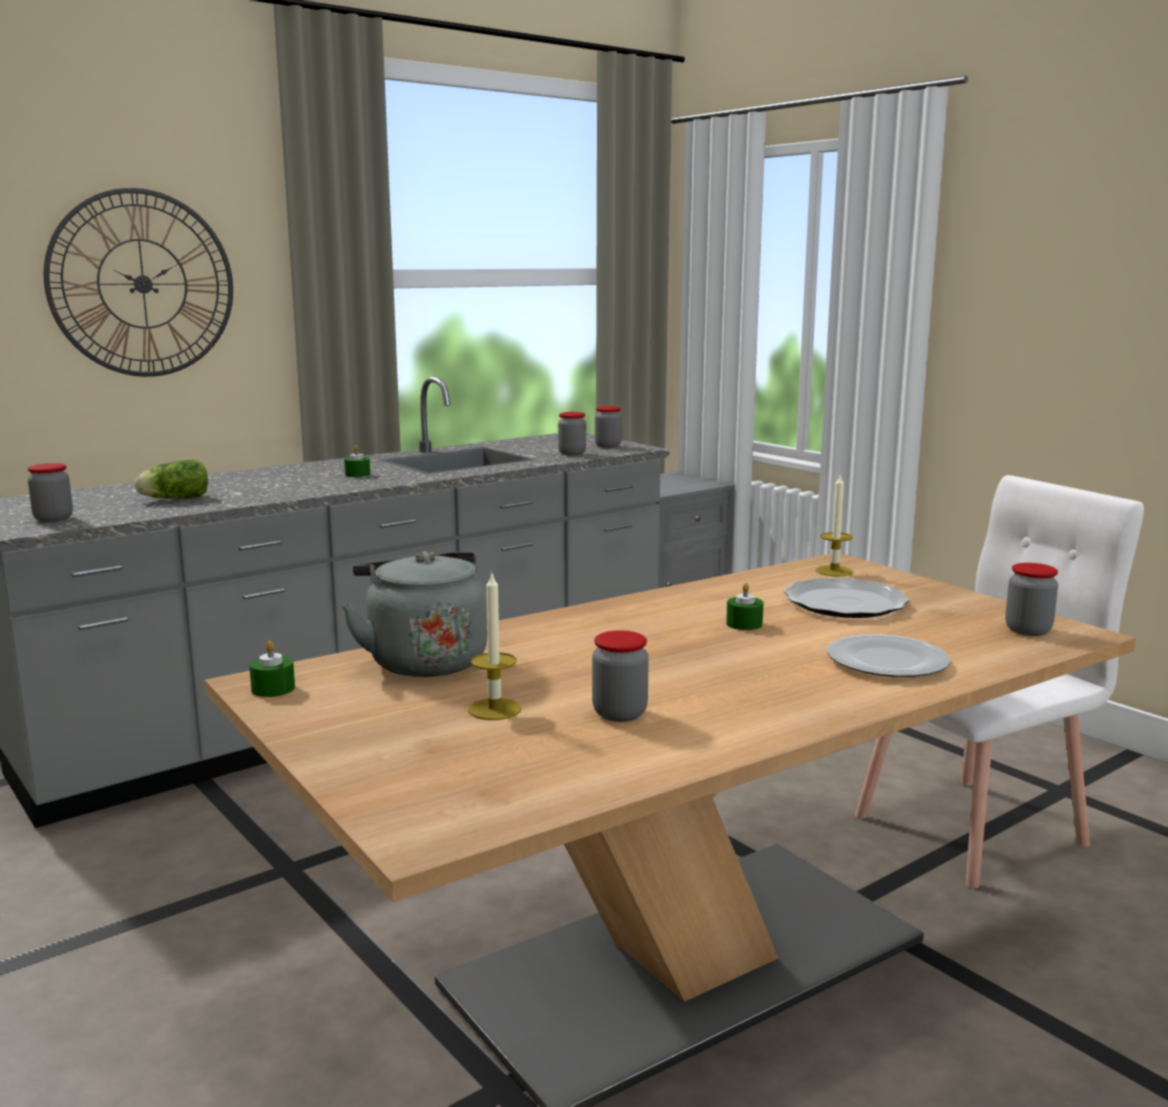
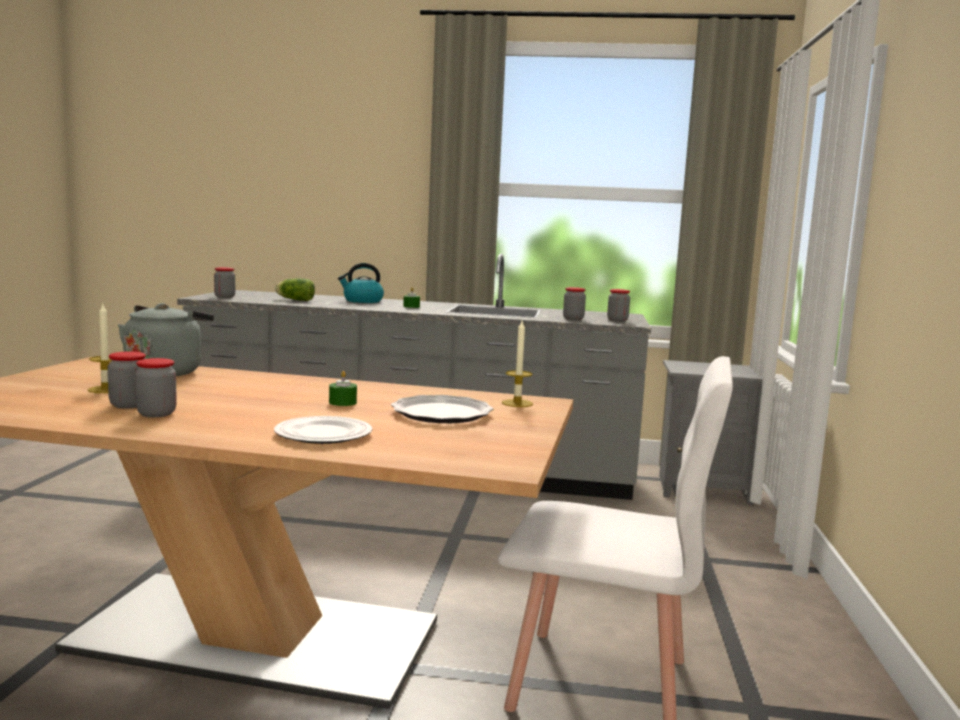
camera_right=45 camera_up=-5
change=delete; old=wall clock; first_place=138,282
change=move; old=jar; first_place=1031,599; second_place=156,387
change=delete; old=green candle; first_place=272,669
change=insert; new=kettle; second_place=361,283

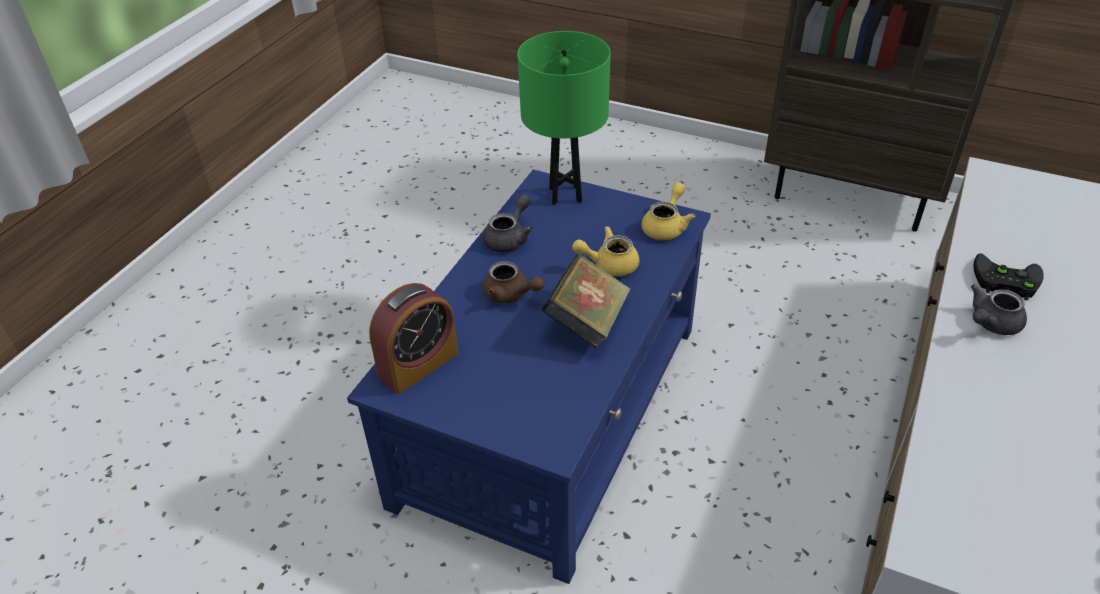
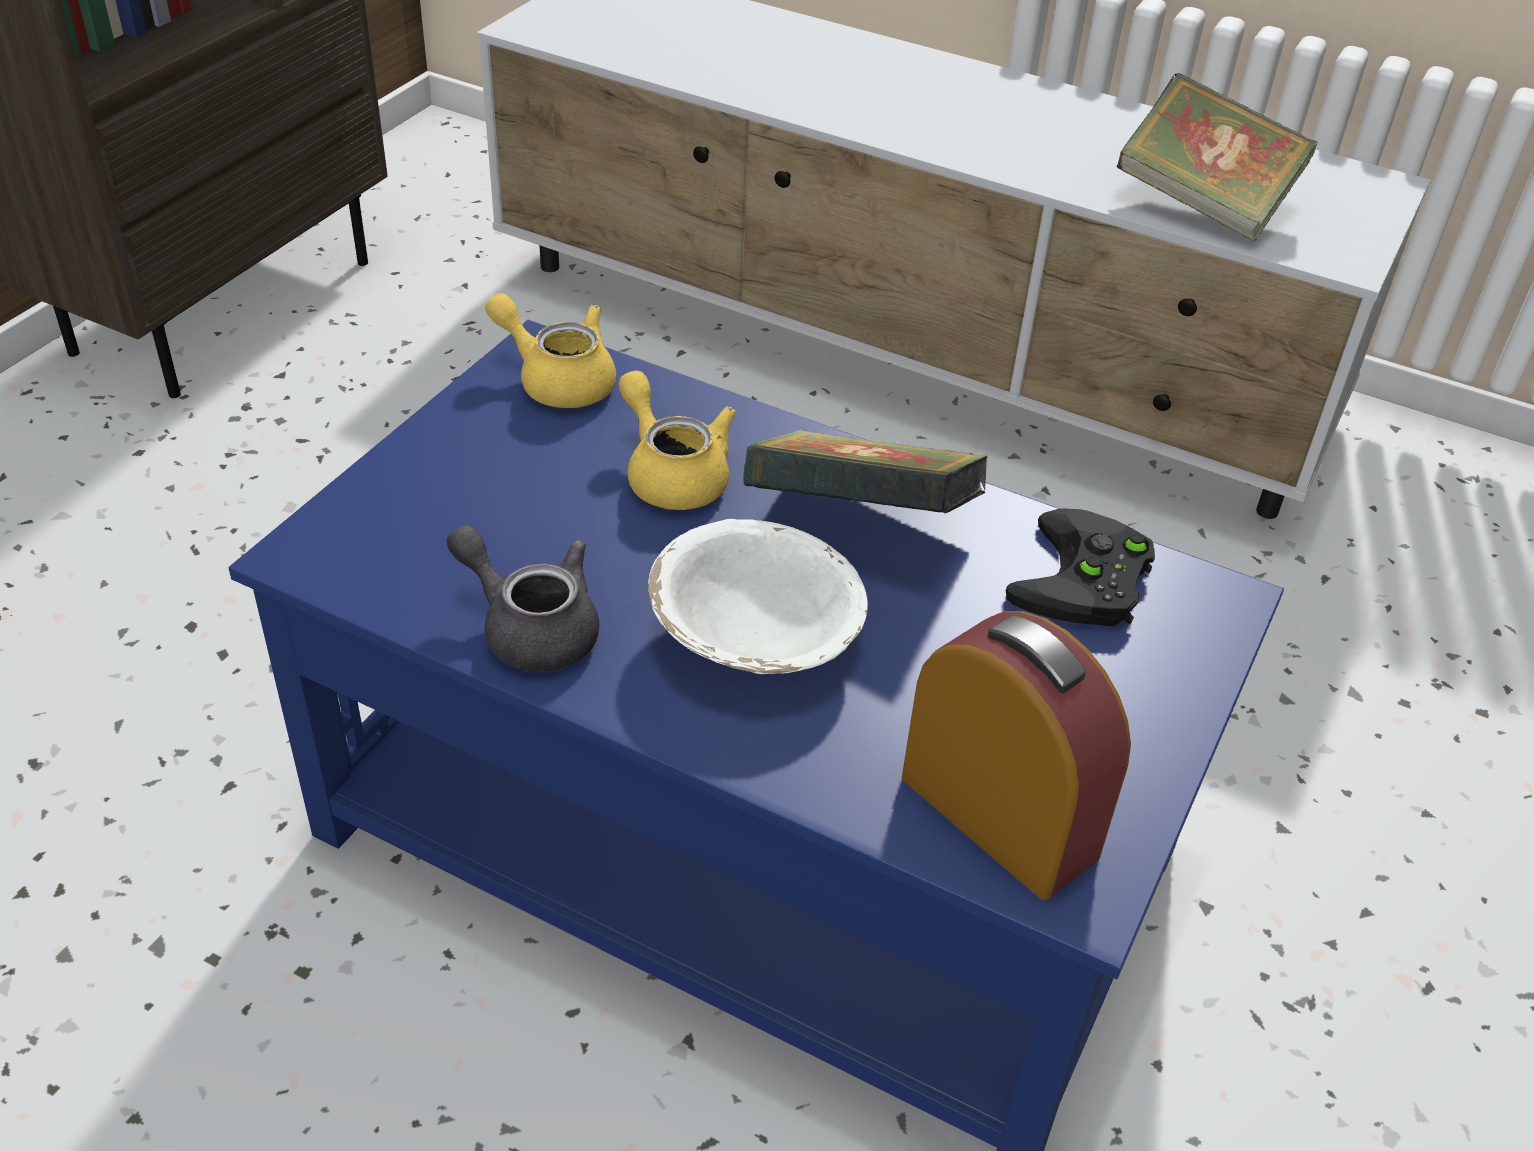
camera_right=-90 camera_up=0
change=delete; old=green table lamp; first_place=564,118
change=rotate; old=yellow teapot; first_place=606,251; second_place=677,440; degrees=150
change=move; old=black game controller; first_place=1008,276; second_place=1080,567
change=replace; old=brown teapot; new=white bowl; first_place=513,282; second_place=758,596
change=delete; old=grey teapot; first_place=999,309
change=insert; new=book; second_place=1217,157

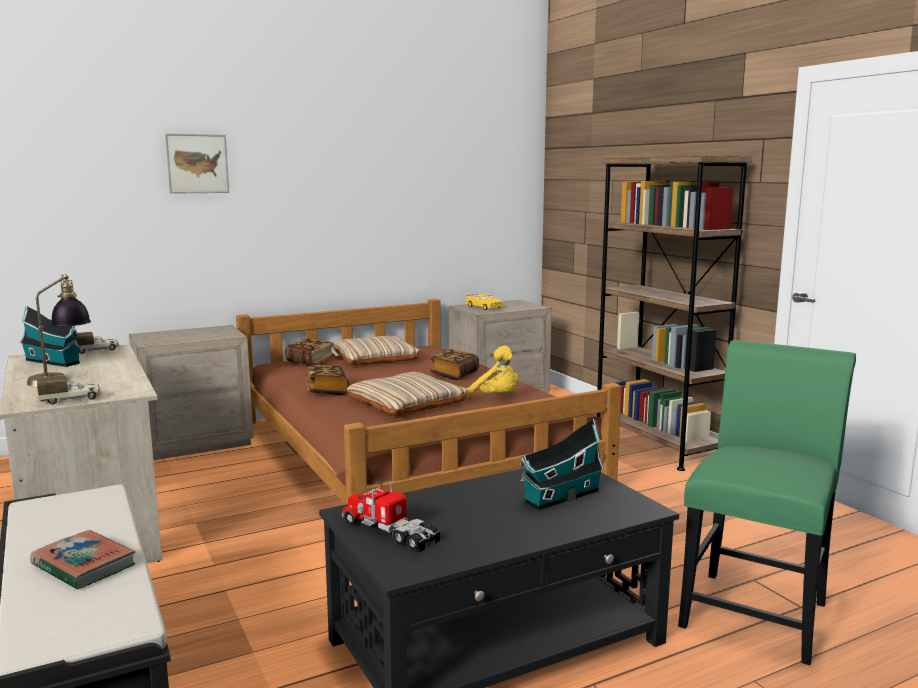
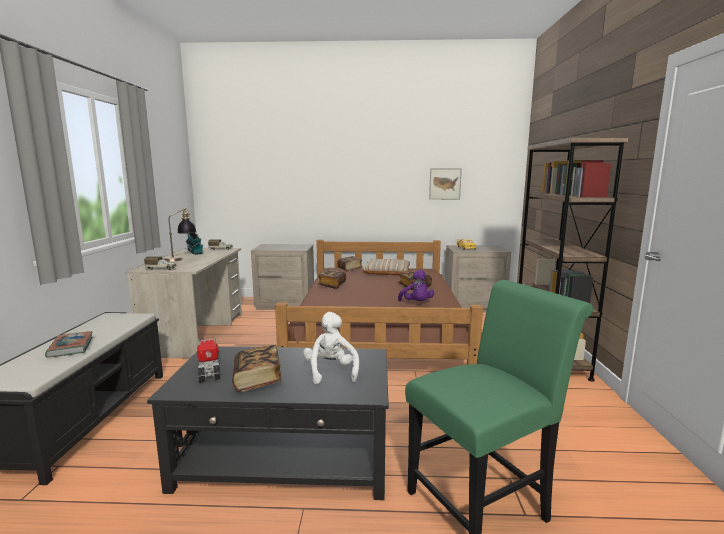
camera_right=30 camera_up=0
change=move; old=picture; first_place=197,163; second_place=445,184
change=recolor; old=yellow plush toy; new=purple plush toy; first_place=492,371; second_place=416,285
change=delete; old=beige pillow; first_place=406,394
change=replace; old=toy house; new=white plush toy; first_place=562,464; second_place=331,348
change=insert; new=book; second_place=257,368

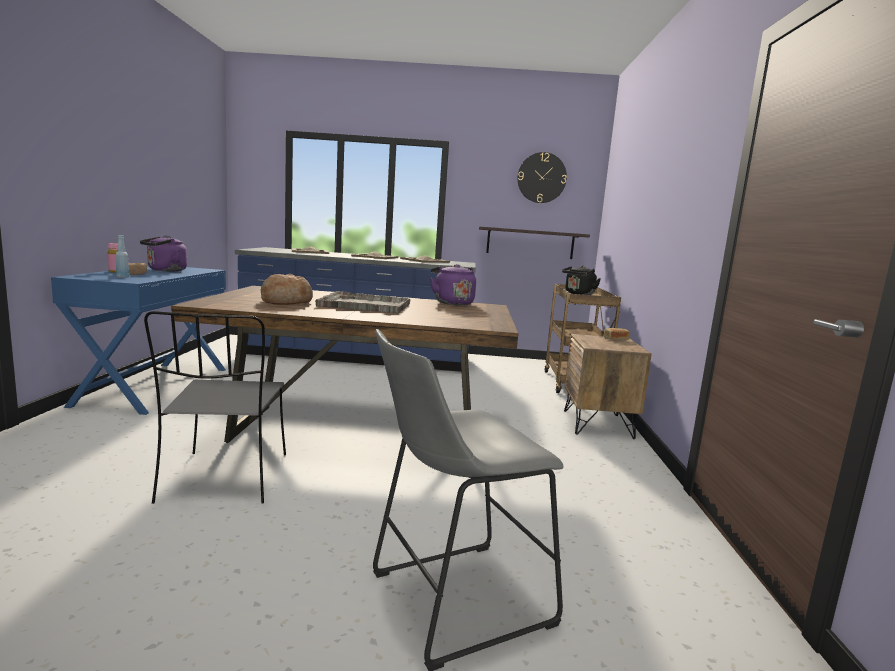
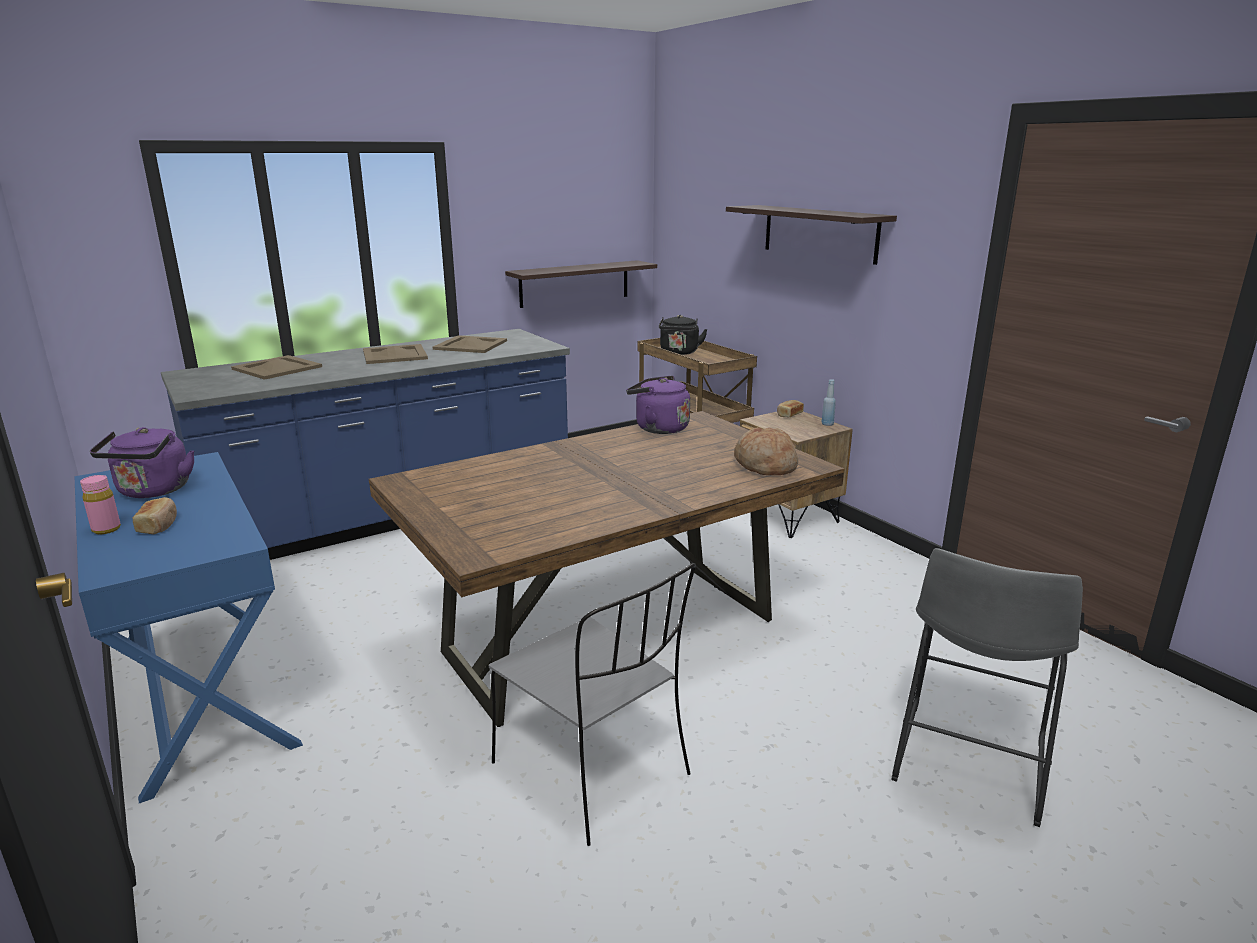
camera_right=-35 camera_up=10
change=delete; old=wall clock; first_place=542,177
change=move; old=blue bottle; first_place=122,256; second_place=829,402
change=move; old=bread; first_place=287,289; second_place=766,451
change=delete; old=grey tray; first_place=362,302
change=insert; new=shelf; second_place=811,235

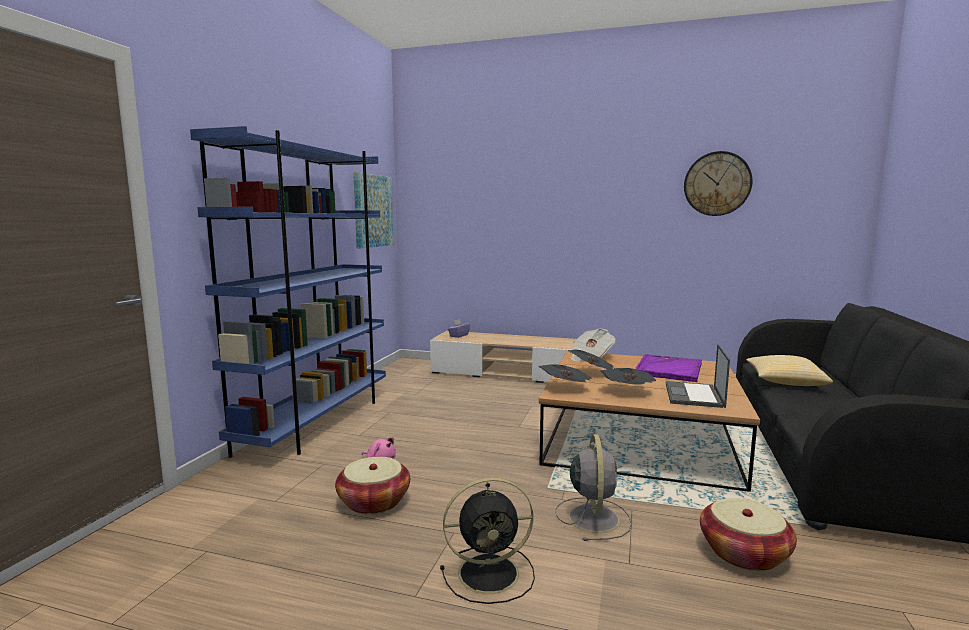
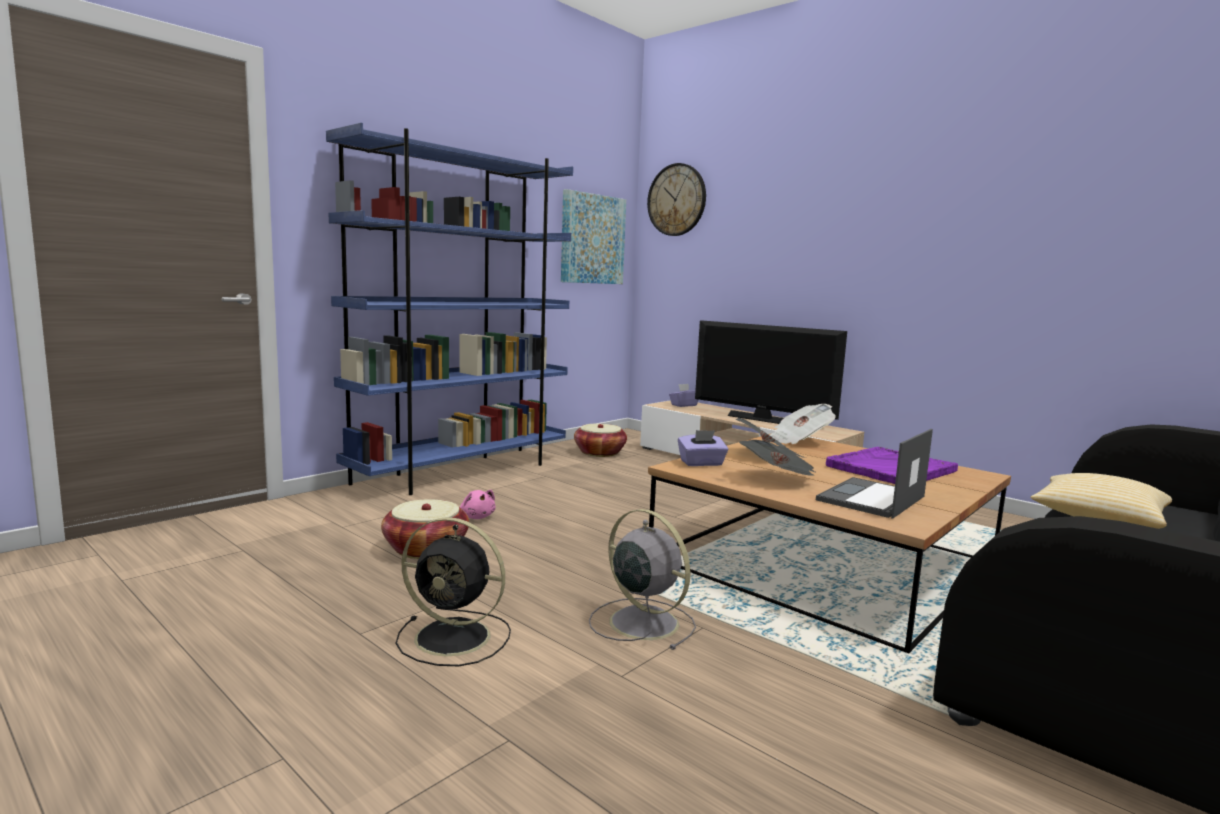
camera_right=25 camera_up=0
change=move; old=wall clock; first_place=718,183; second_place=676,199
change=replace; old=newspaper; new=purple tissue box; first_place=565,373; second_place=703,448
change=rotate; old=grey fan; first_place=593,487; second_place=642,579; degrees=-75
change=move; old=basket; first_place=748,534; second_place=600,440
change=insert; new=television; second_place=771,372

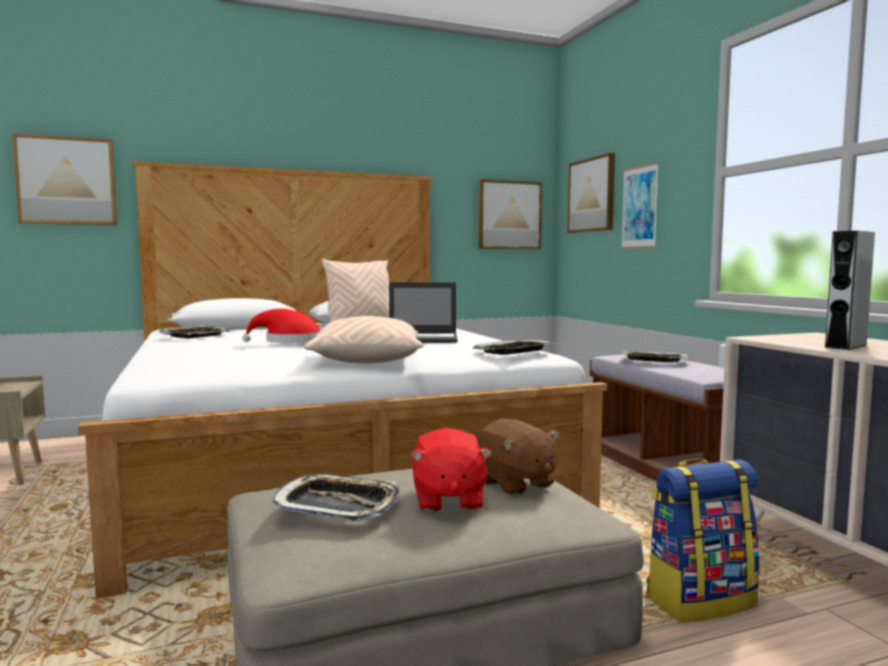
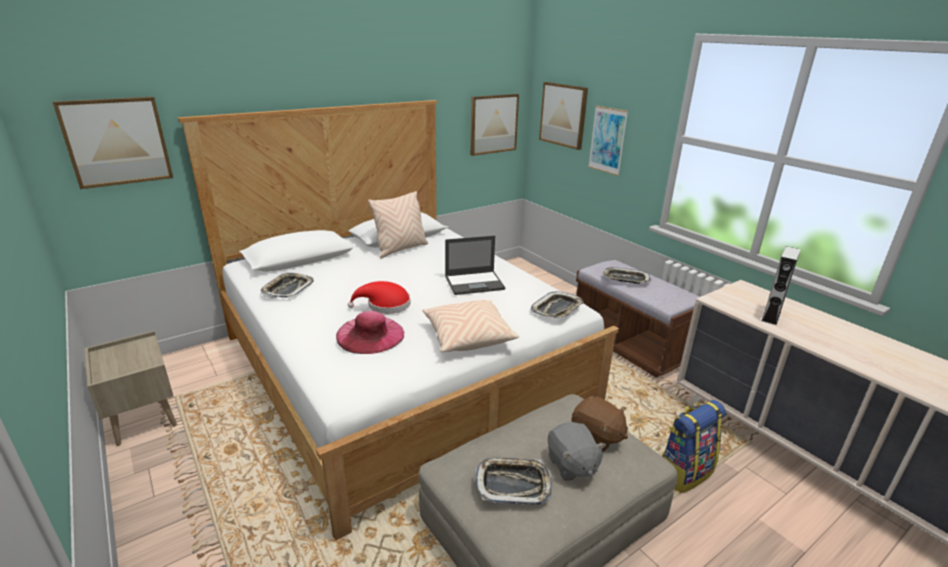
camera_right=-15 camera_up=20
change=recolor; old=red plush toy; new=grey plush toy; first_place=451,470; second_place=577,451
change=insert; new=pink hat; second_place=370,332

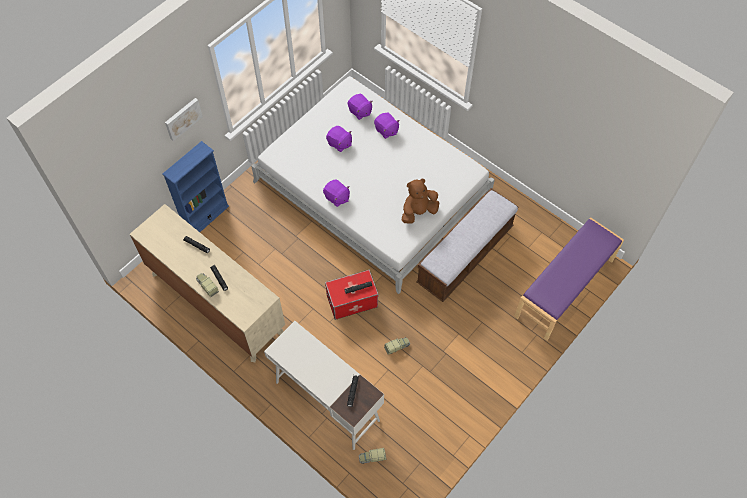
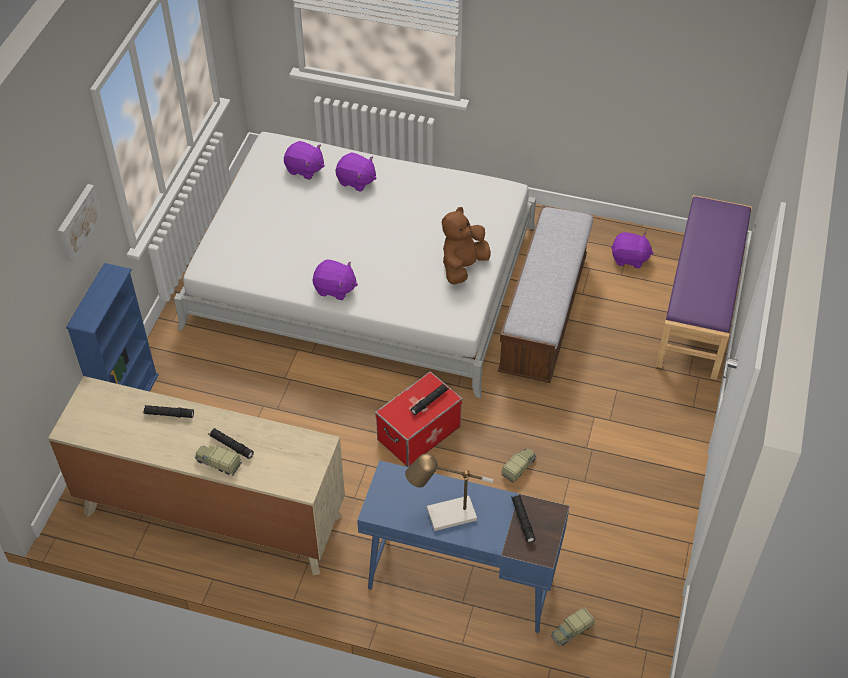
camera_right=-25 camera_up=-10
change=move; old=purple plush toy; first_place=339,139; second_place=632,250
change=recolor; old=white desk; new=blue desk; first_place=324,385; second_place=463,546
change=insert; new=table lamp; second_place=449,492

